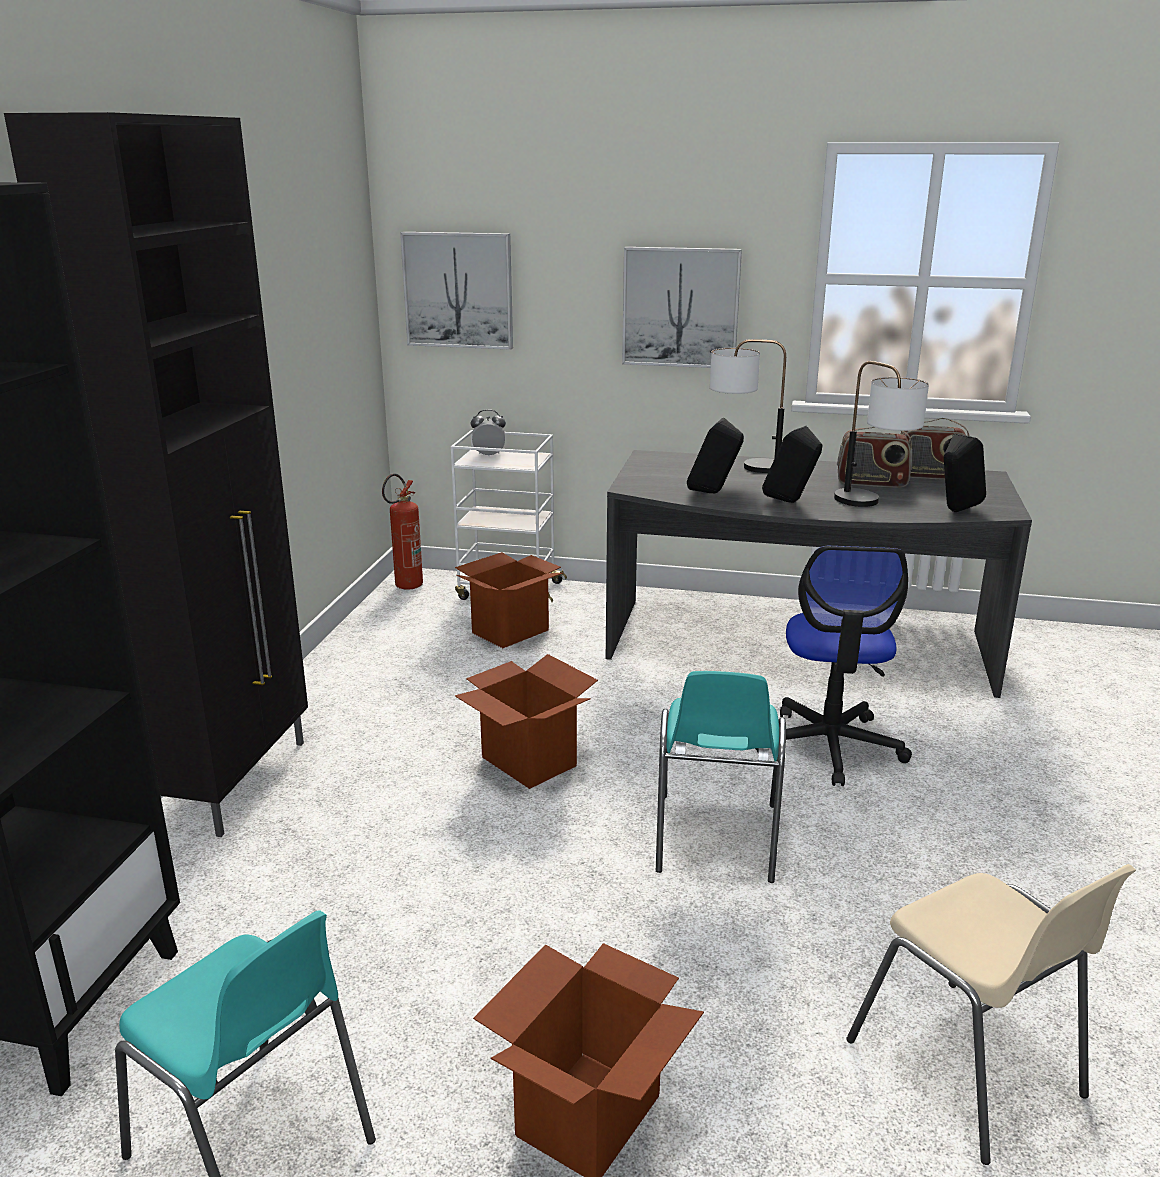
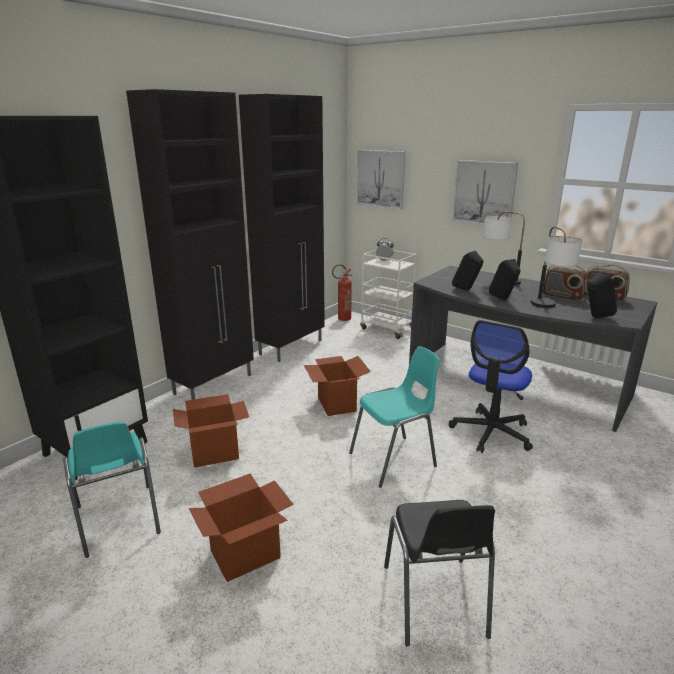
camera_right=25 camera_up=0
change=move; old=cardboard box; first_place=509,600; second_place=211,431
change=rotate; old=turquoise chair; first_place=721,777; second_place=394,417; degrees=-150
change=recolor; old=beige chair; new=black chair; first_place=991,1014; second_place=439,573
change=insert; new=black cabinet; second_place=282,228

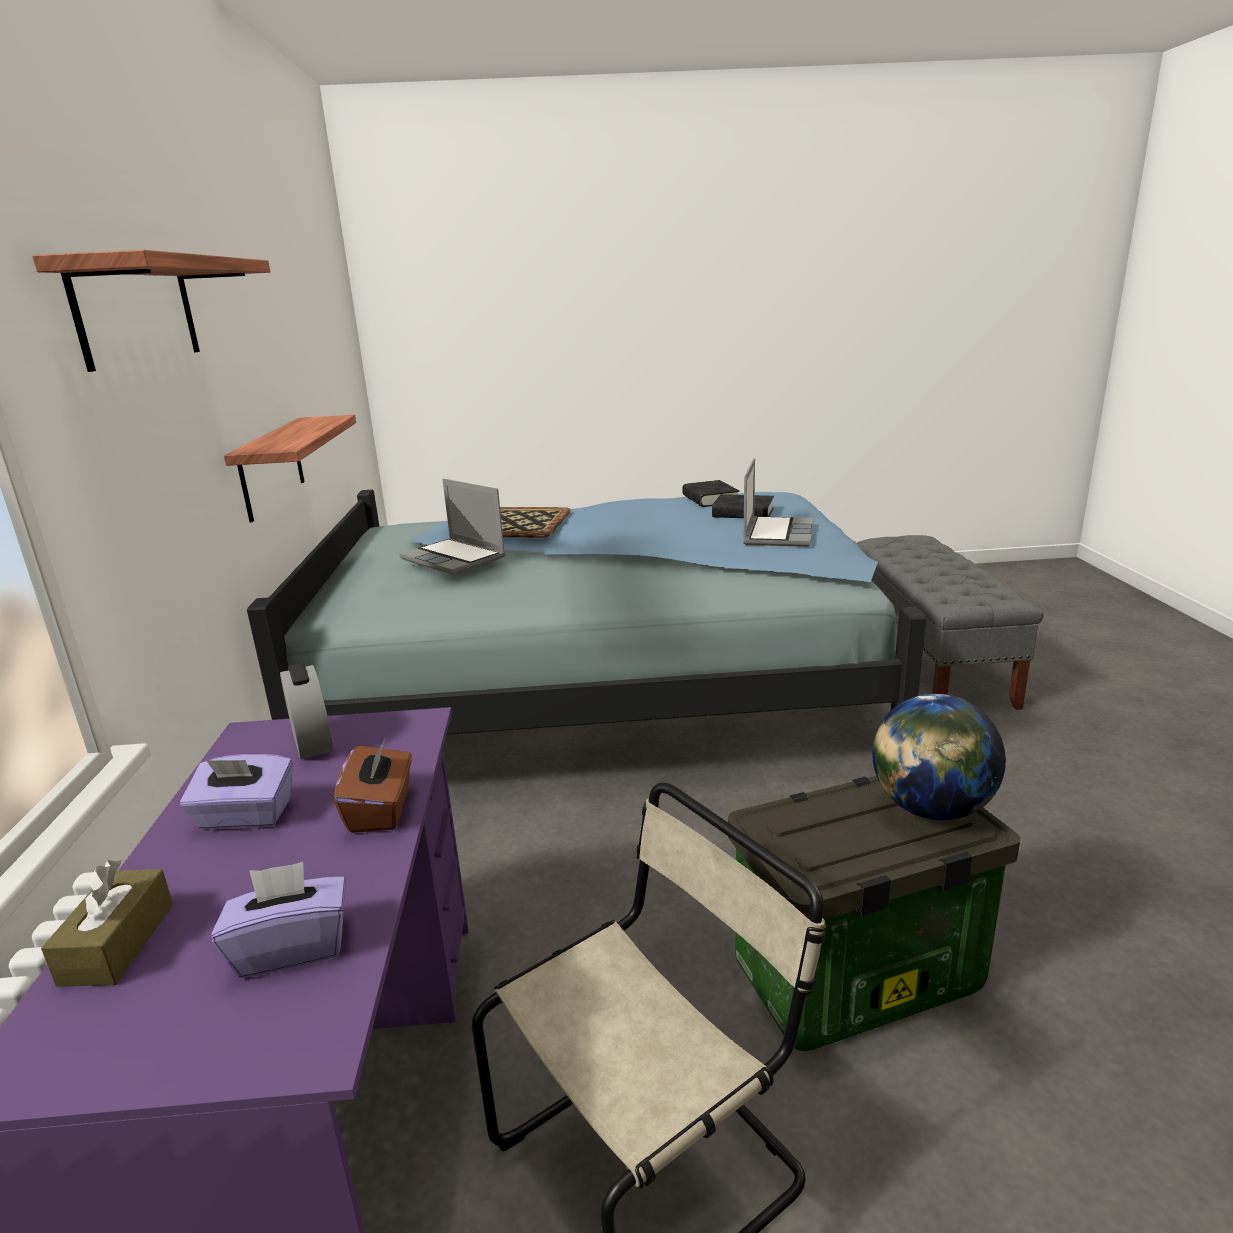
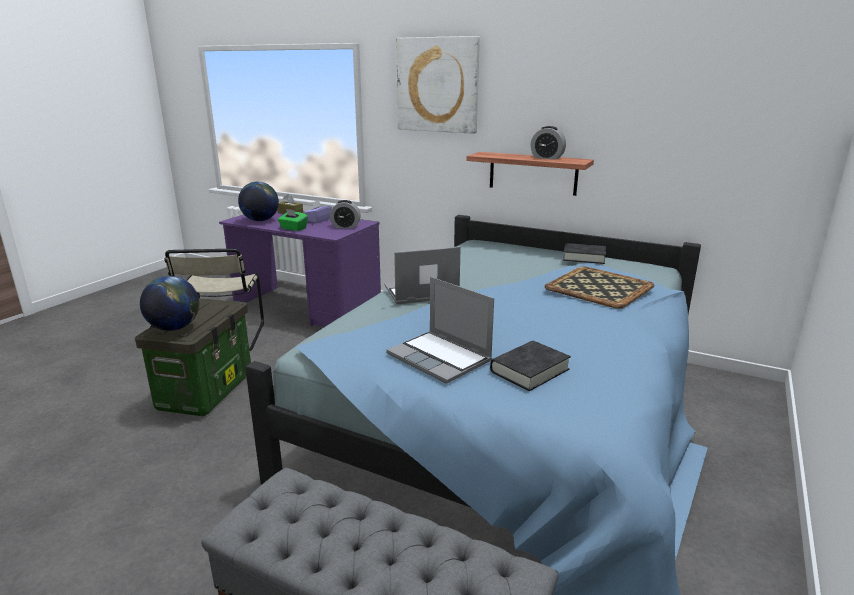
camera_right=120 camera_up=0
change=replace; old=shelf; new=picture; first_place=152,311; second_place=438,85
change=move; old=laptop; first_place=452,526; second_place=423,275
change=move; old=black book; first_place=710,493; second_place=584,253
change=recolor; old=brown tissue box; new=green tissue box; first_place=373,785; second_place=293,220
change=replace; old=purple tissue box; new=globe; first_place=278,920; second_place=258,201
change=insert; new=alarm clock; second_place=548,143

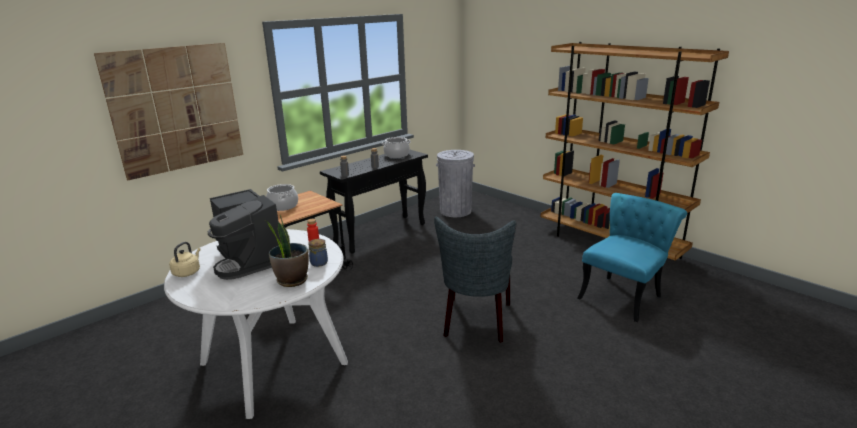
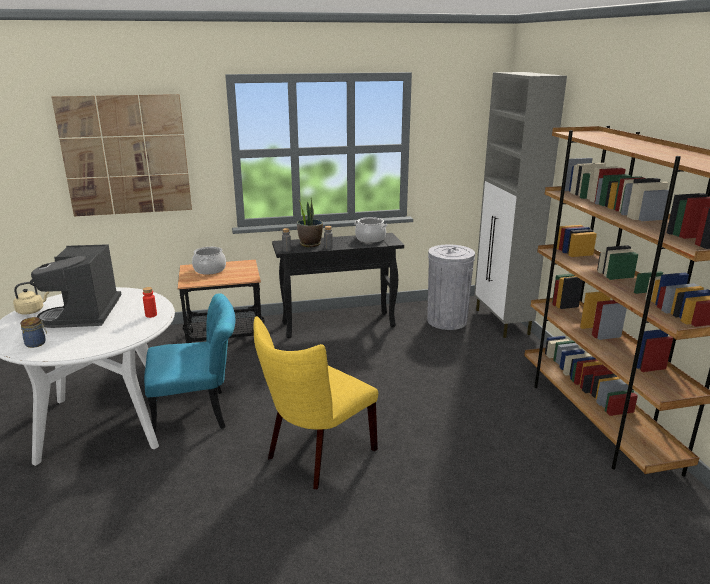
camera_right=30 camera_up=0
change=move; old=turquoise chair; first_place=632,257; second_place=190,362
change=move; old=potted plant; first_place=287,251; second_place=310,222
change=recolor; old=grey chair; new=yellow chair; first_place=475,280; second_place=316,402
change=move; old=jar; first_place=318,253; second_place=33,332
change=insert; new=grey cabinet; second_place=520,205

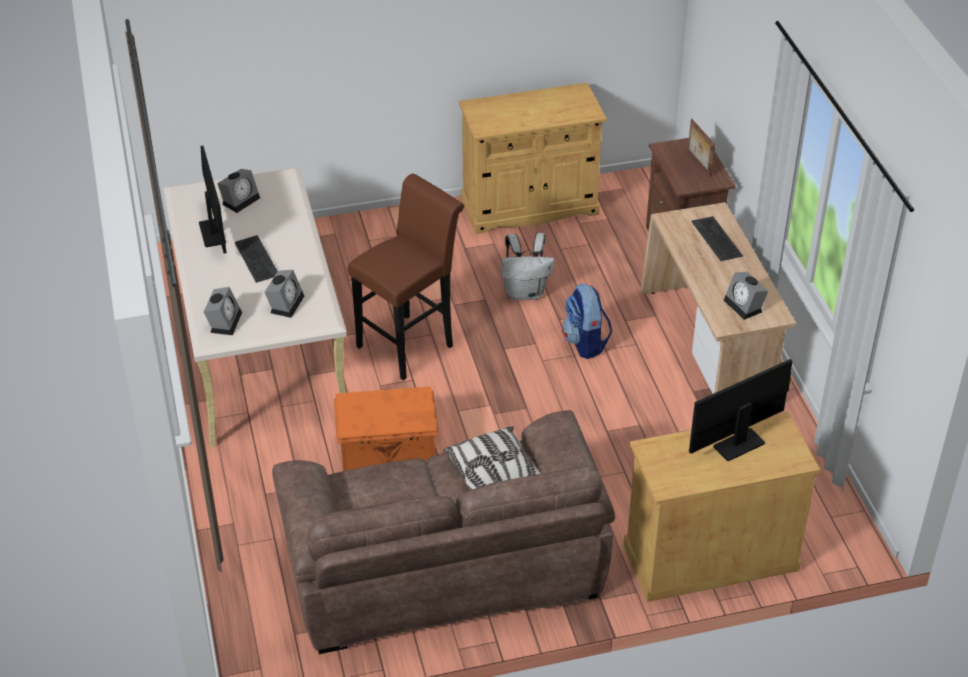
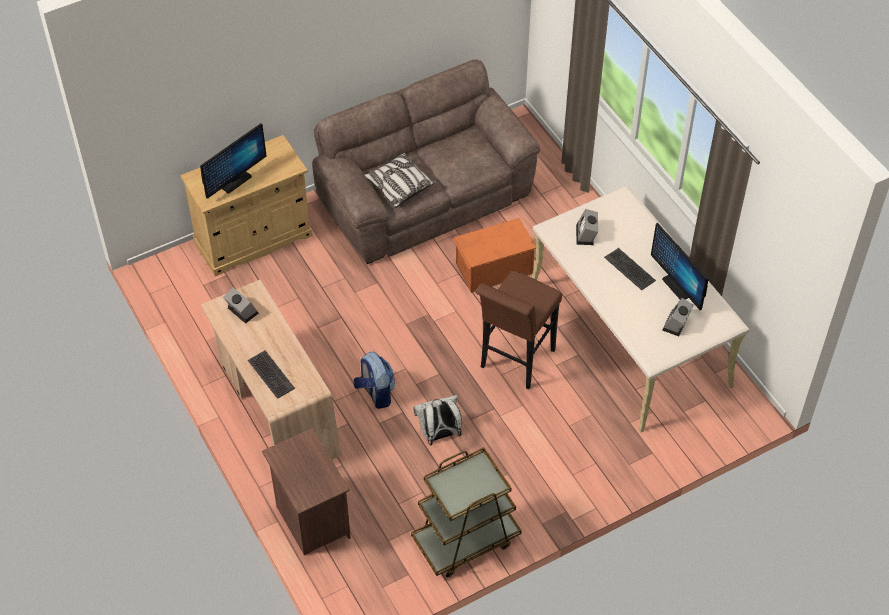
camera_right=165 camera_up=10
change=replace; old=beige cabinet; new=brown cart; first_place=533,158; second_place=466,512
change=delete; old=picture frame; first_place=701,147
change=delete; old=alarm clock; first_place=223,311

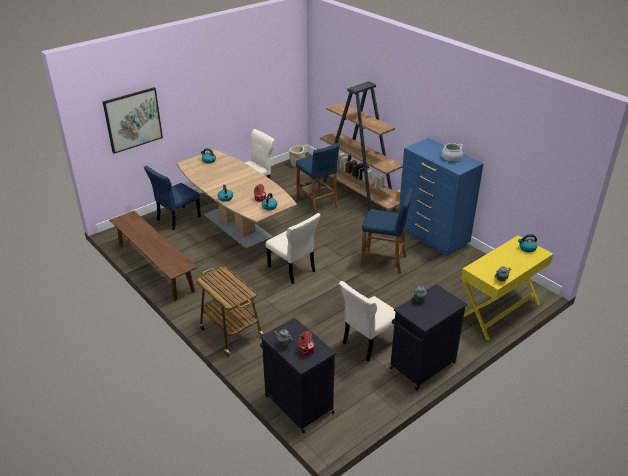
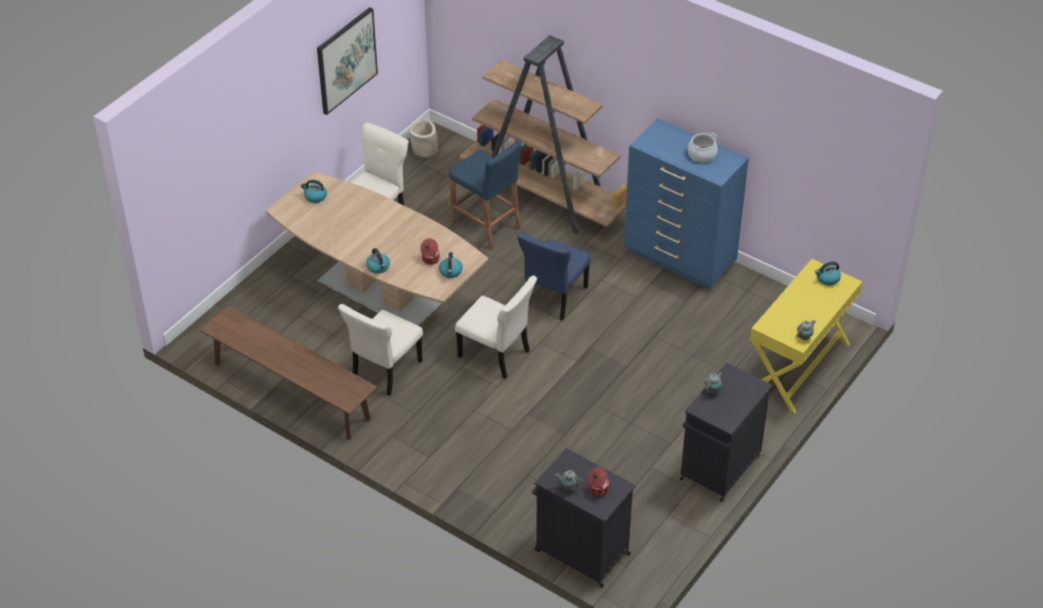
camera_right=-15 camera_up=10
change=move; old=picture; first_place=133,120; second_place=347,61
change=move; old=blue chair; first_place=172,198; second_place=554,276
change=delete; old=blue stool; first_place=387,231
change=delete; old=cart; first_place=230,311
change=move; old=beige chair; first_place=367,321; second_place=380,350

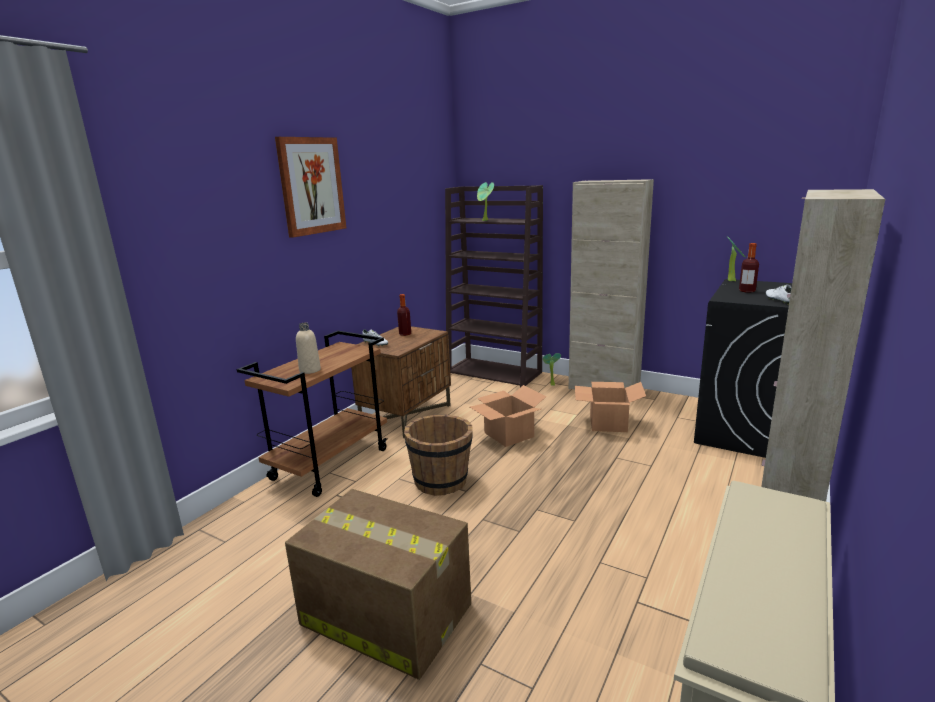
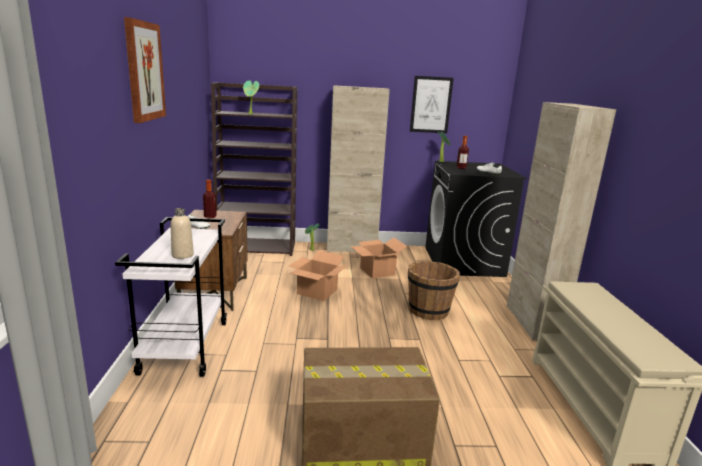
camera_right=-35 camera_up=0
change=recolor; old=brown cart; new=white cart; first_place=312,414; second_place=171,297
change=move; old=brown bucket; first_place=438,455; second_place=434,290
change=insert; new=picture; second_place=432,104

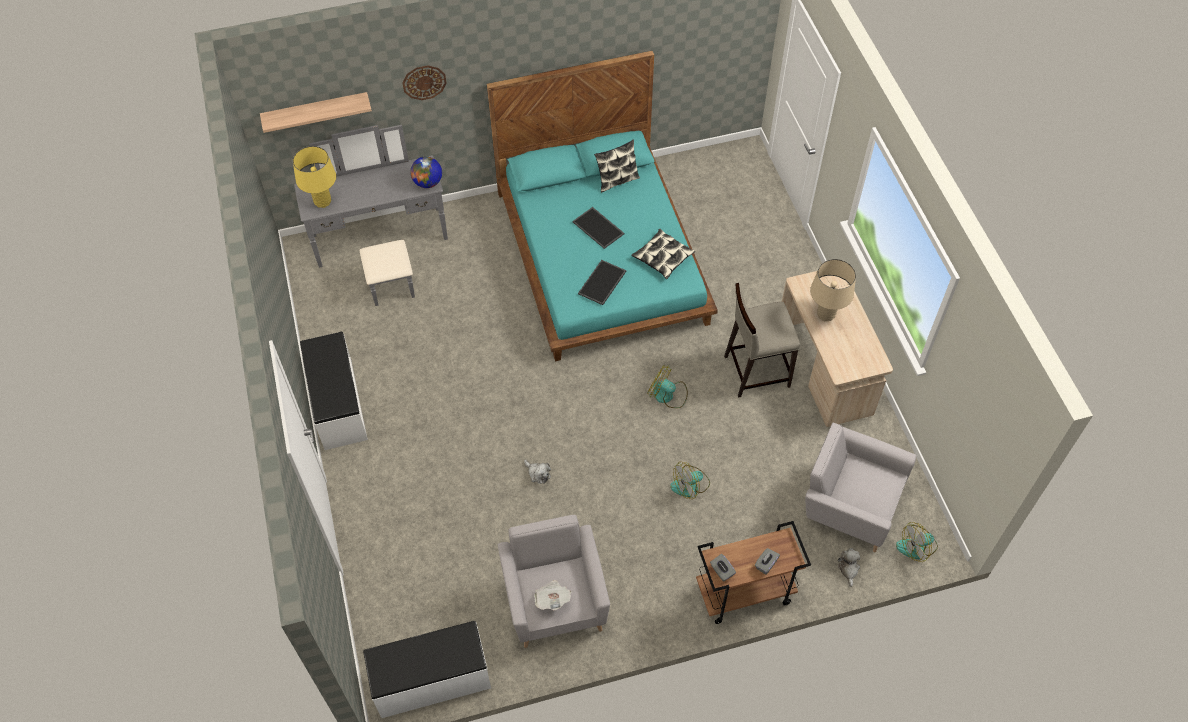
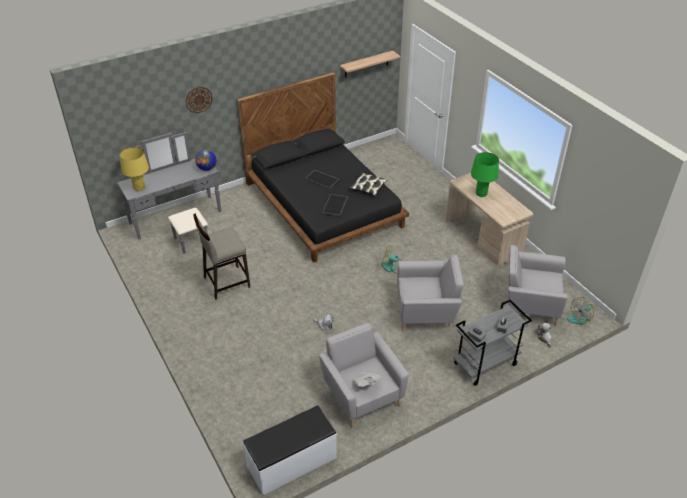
camera_right=-15 camera_up=-15
change=recolor; old=turquoise bed; new=black bed; first_place=602,206; second_place=323,167
change=move; old=shelf; first_place=316,112; second_place=370,64
change=delete; old=pillow; first_place=617,166
change=recolor; old=beige table lamp; new=green table lamp; first_place=833,290; second_place=485,174
change=move; old=beige stool; first_place=762,340; second_place=221,256
change=delete; old=white bench; first_place=334,391
change=replace; old=fan; new=grey armchair; first_place=690,480; second_place=430,293
change=recolor; old=brown cart; new=grey cart; first_place=753,572; second_place=492,343

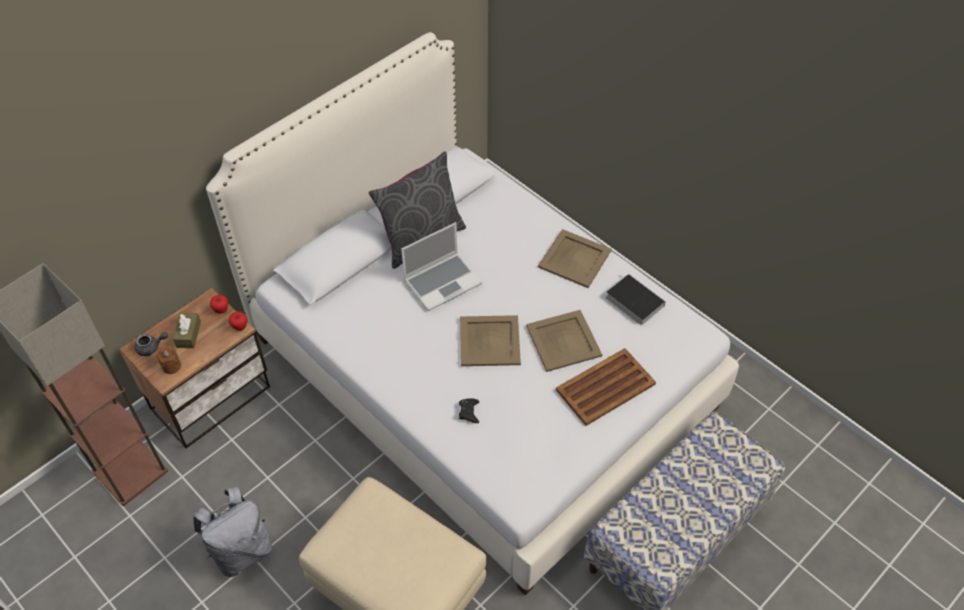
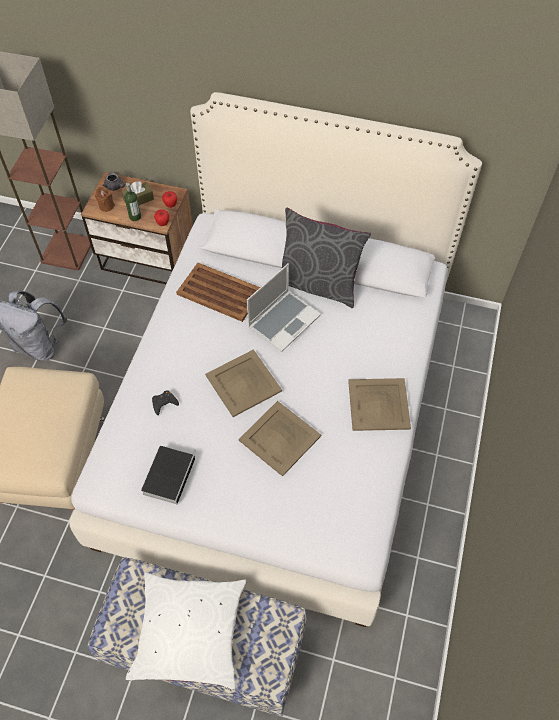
camera_right=60 camera_up=5
change=rotate; old=laptop; first_place=441,266; second_place=284,307; degrees=-75
change=move; old=book; first_place=636,299; second_place=168,475
change=move; old=brown tray; first_place=606,387; second_place=218,292
change=insert; new=bottle; second_place=132,201
change=insert; new=white pillow; second_place=186,631

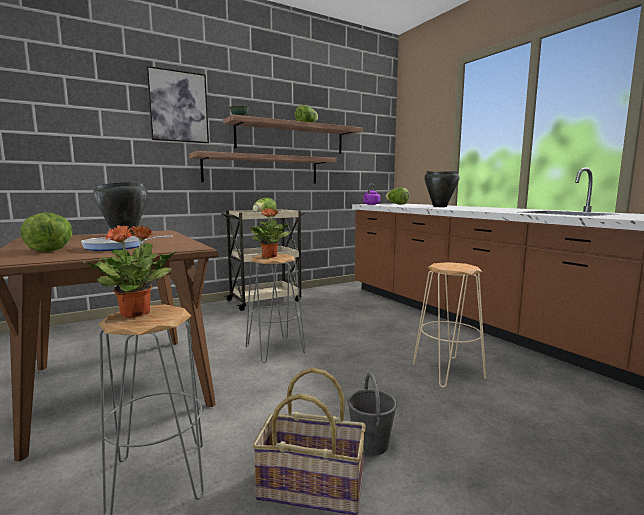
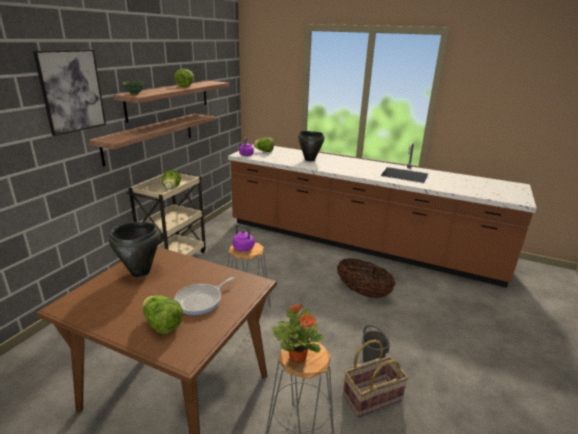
camera_right=-35 camera_up=15
change=replace; old=potted plant; new=purple kettle; first_place=270,233; second_place=245,238
change=replace; old=beige stool; new=basket; first_place=449,325; second_place=366,278

